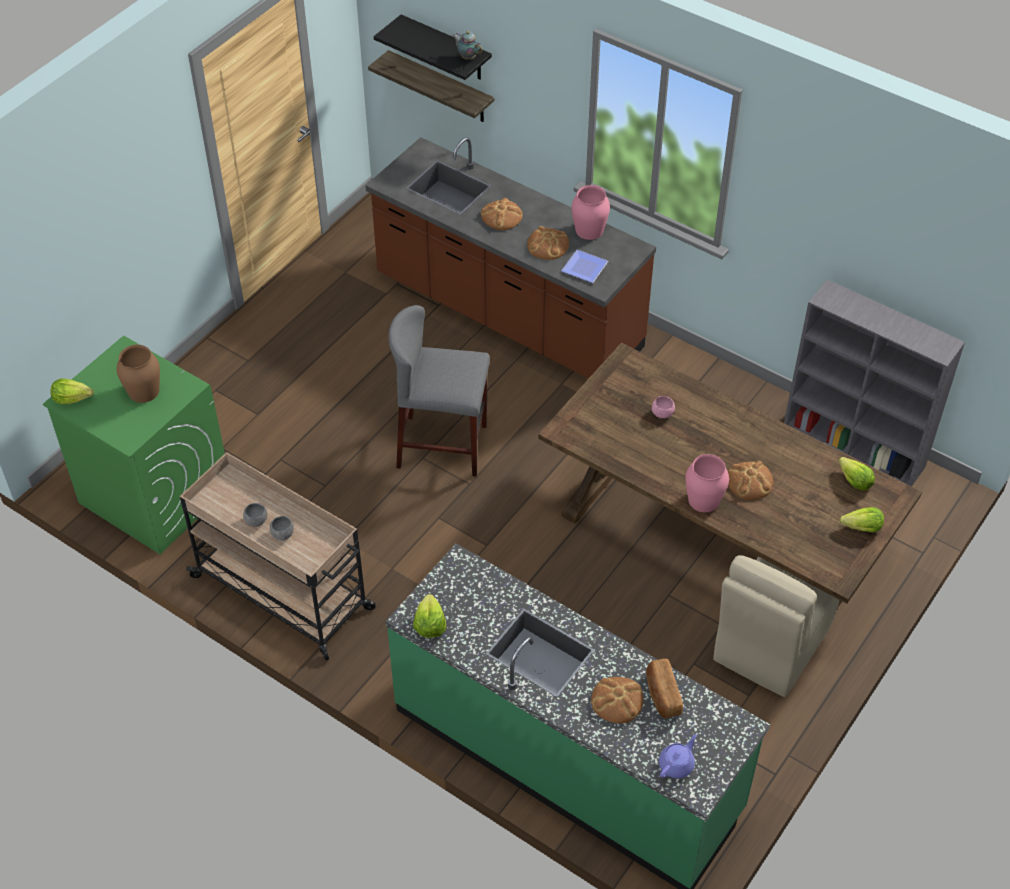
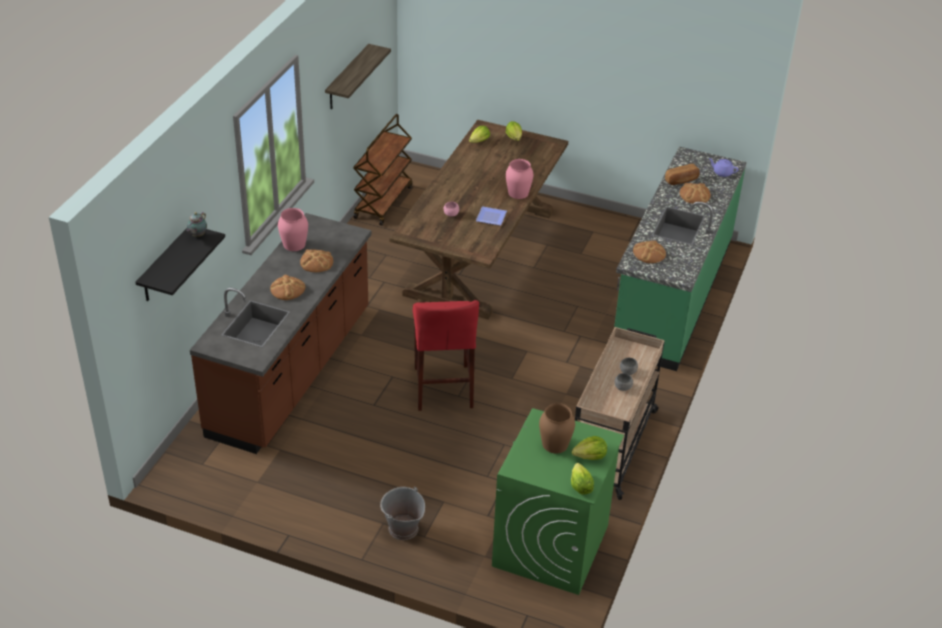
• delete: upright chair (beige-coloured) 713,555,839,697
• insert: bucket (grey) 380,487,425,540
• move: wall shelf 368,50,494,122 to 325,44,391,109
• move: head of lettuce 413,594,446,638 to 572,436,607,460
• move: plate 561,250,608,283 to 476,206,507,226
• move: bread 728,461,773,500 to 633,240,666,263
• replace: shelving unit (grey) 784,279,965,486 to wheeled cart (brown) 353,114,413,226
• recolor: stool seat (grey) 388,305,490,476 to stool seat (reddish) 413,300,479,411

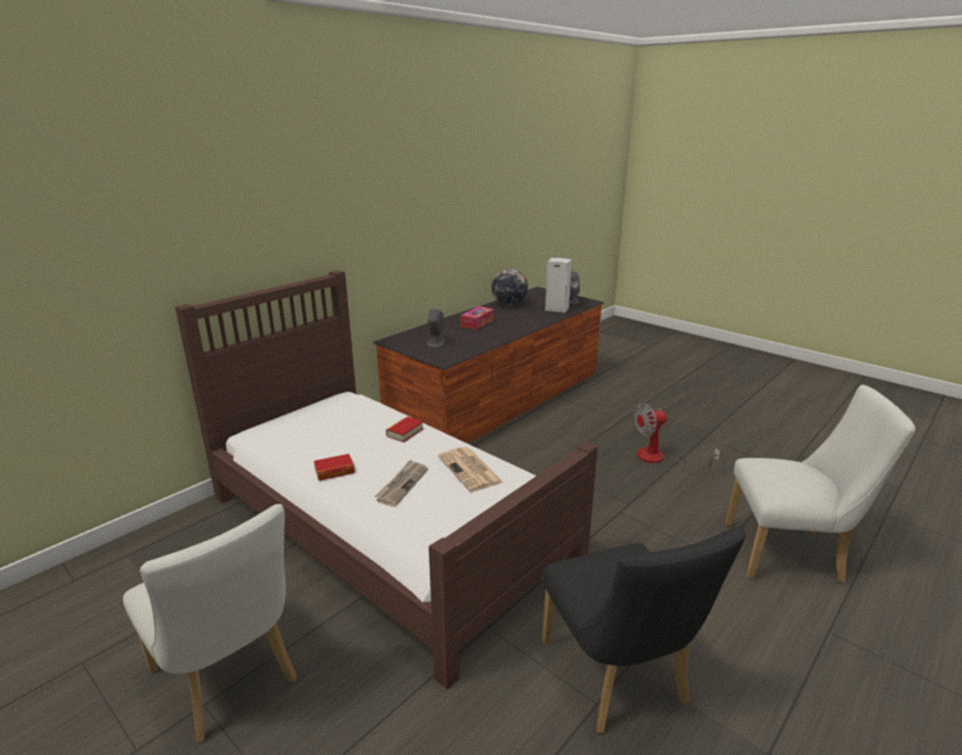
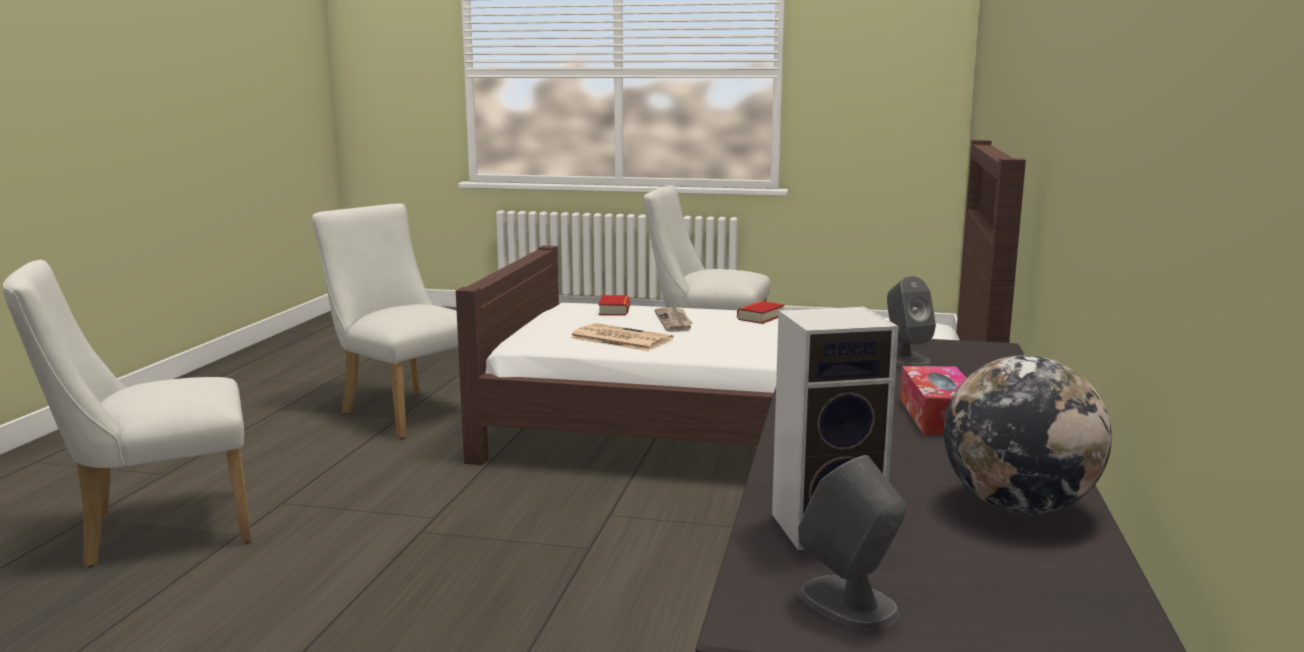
• delete: cooling fan 634,403,720,475
• move: book 386,417,424,442 to 598,295,630,316
• recolor: upright chair (black-coloured) 542,527,746,733 to upright chair (white) 312,204,458,439

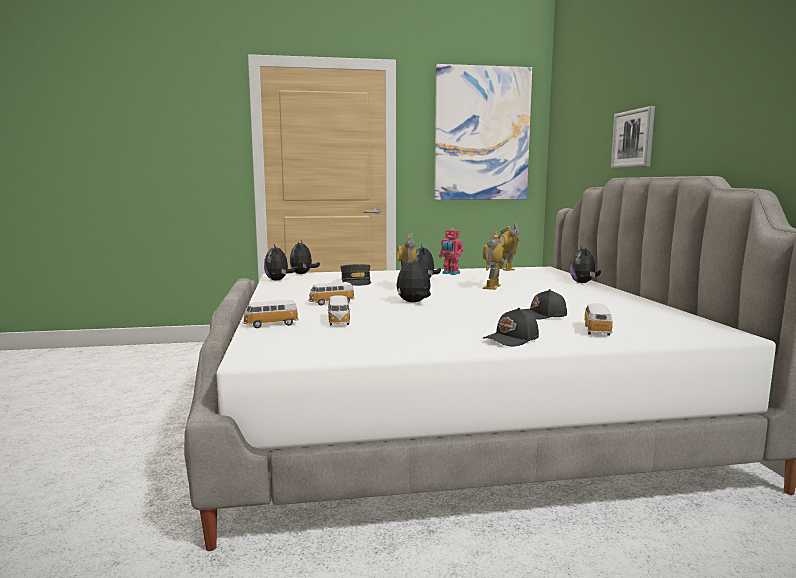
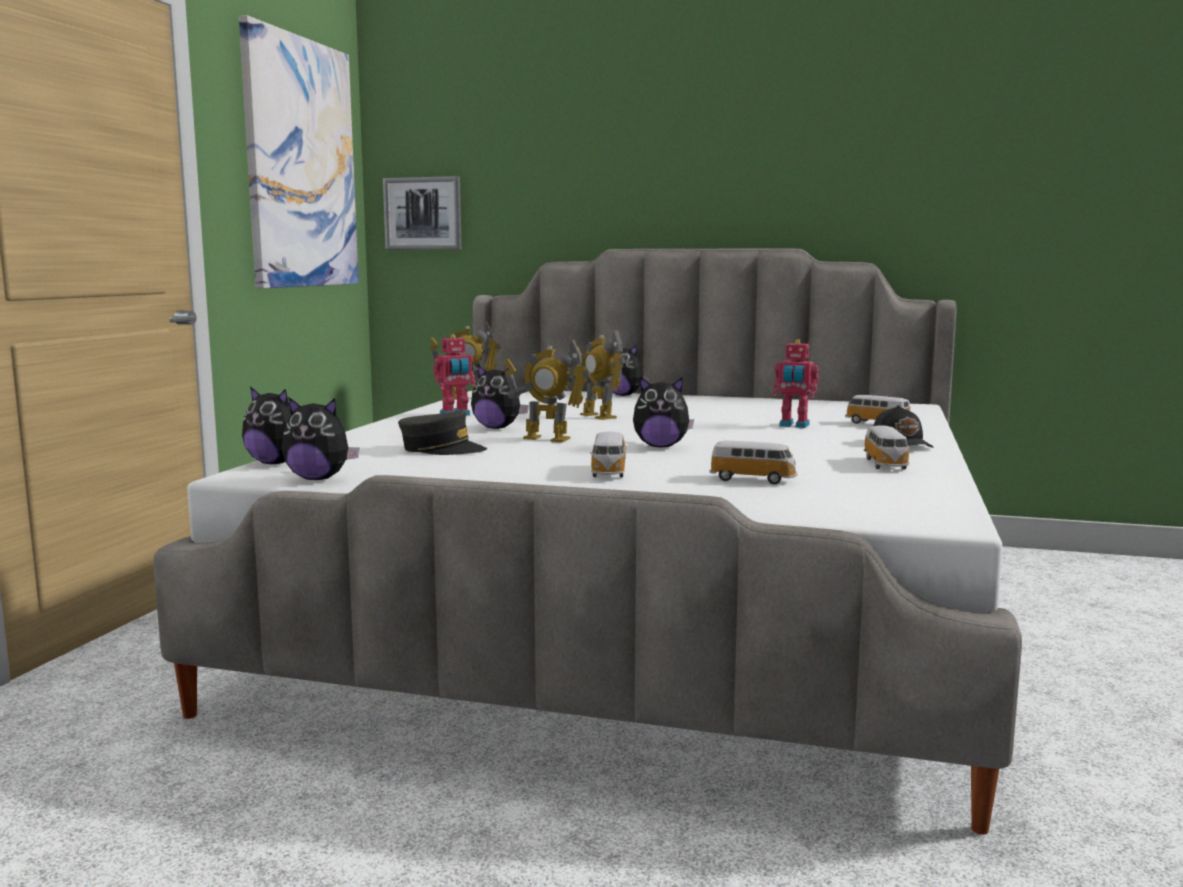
• move: model car 243,300,299,328 to 864,425,912,469
• move: wall picture 611,106,655,168 to 383,176,462,250
• replace: peaked cap (black-coloured) 521,289,567,320 to toy robot 773,339,819,428
• rotate: plush toy 396,259,431,302 = 633,376,694,448 90 degrees counterclockwise

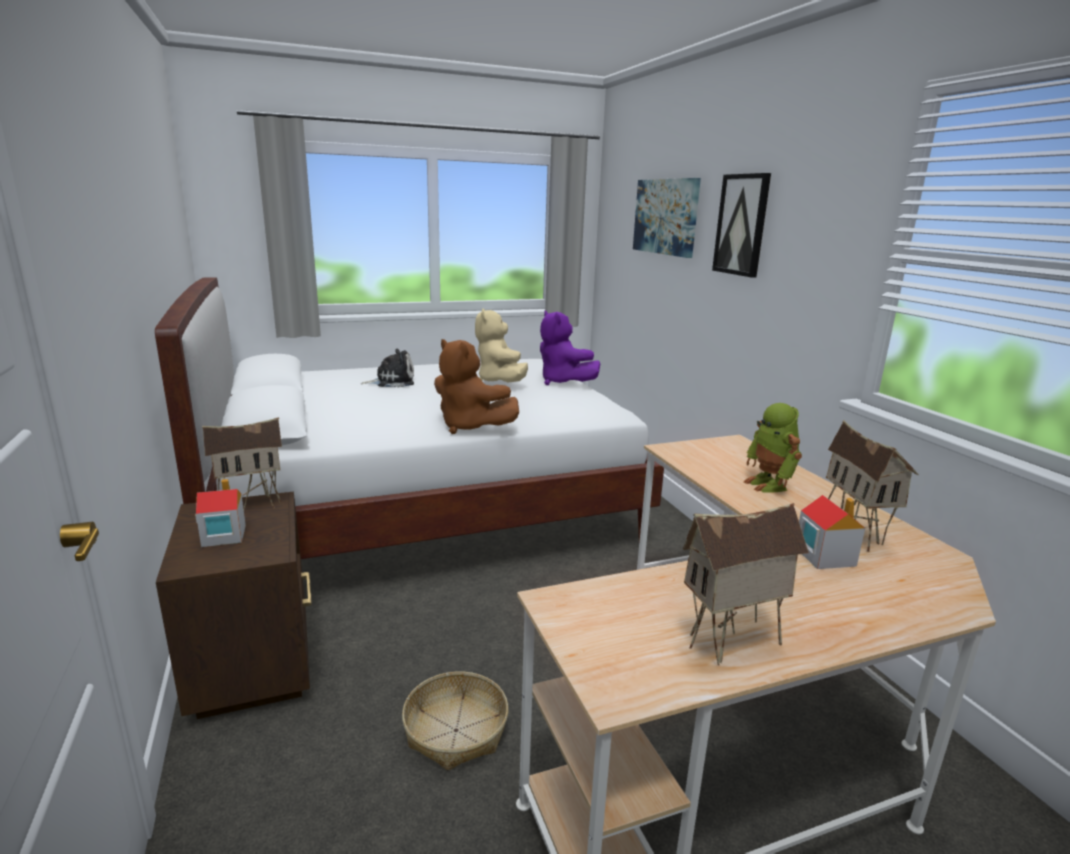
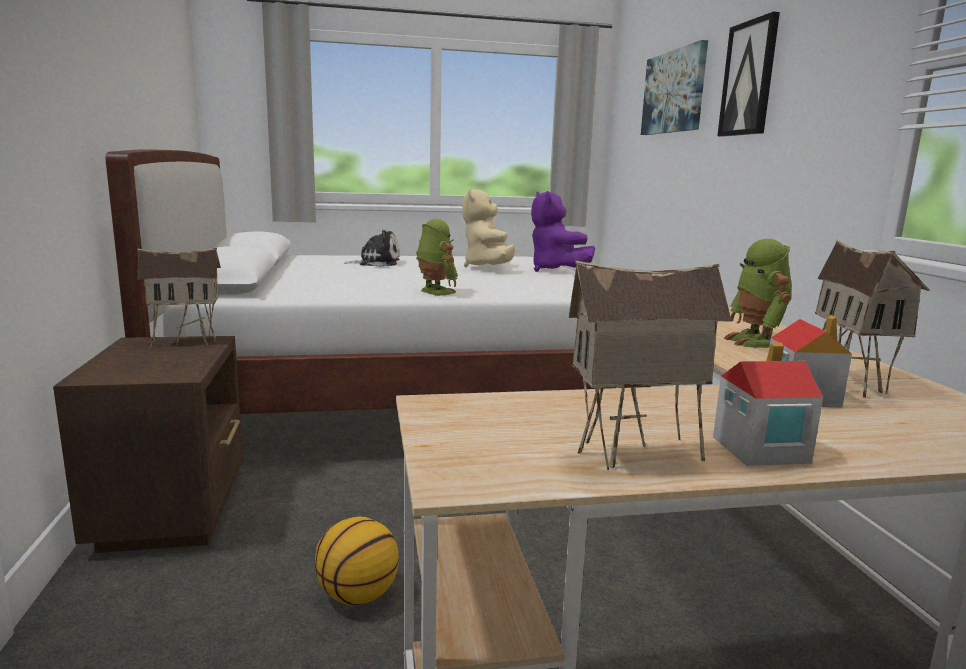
• move: model house 195,479,246,547 to 713,343,823,466
• replace: household basket 402,672,508,771 to basketball 315,517,399,605
• replace: plush toy (brown) 434,339,519,434 to toy robot 416,219,458,296

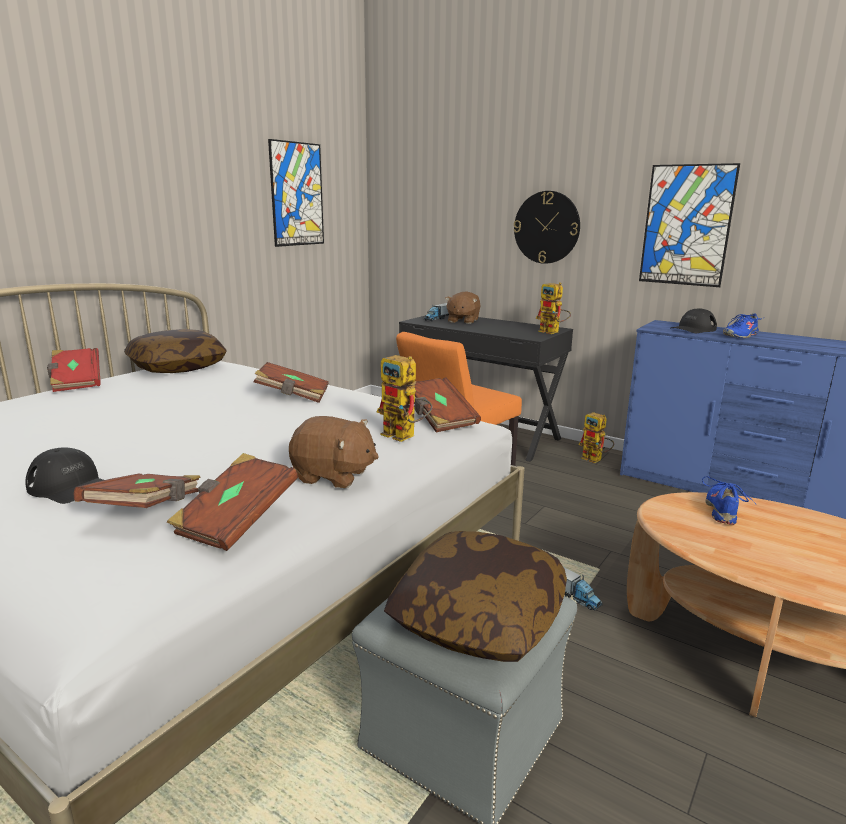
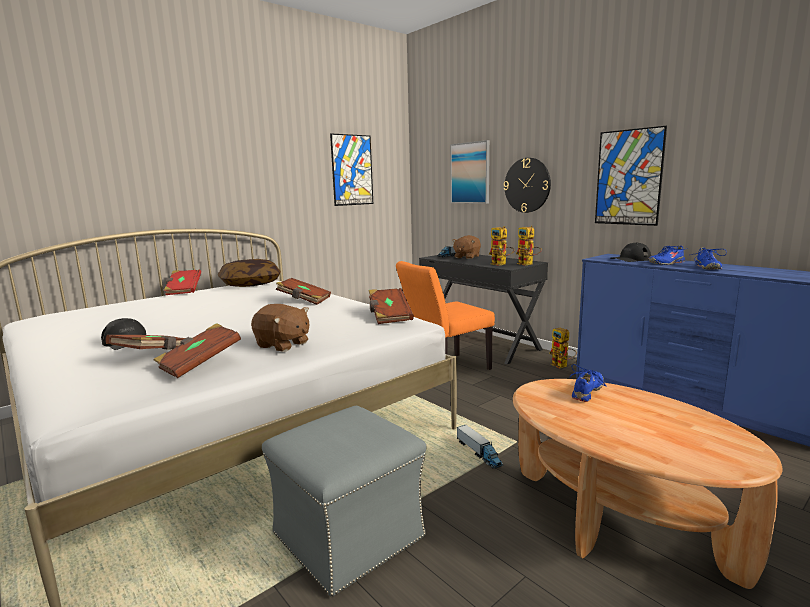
• delete: pillow 384,531,567,662
• insert: wall picture 450,140,490,204
• insert: item of footwear (blue) 691,247,727,270
• move: toy robot 376,355,433,442 to 489,226,515,266

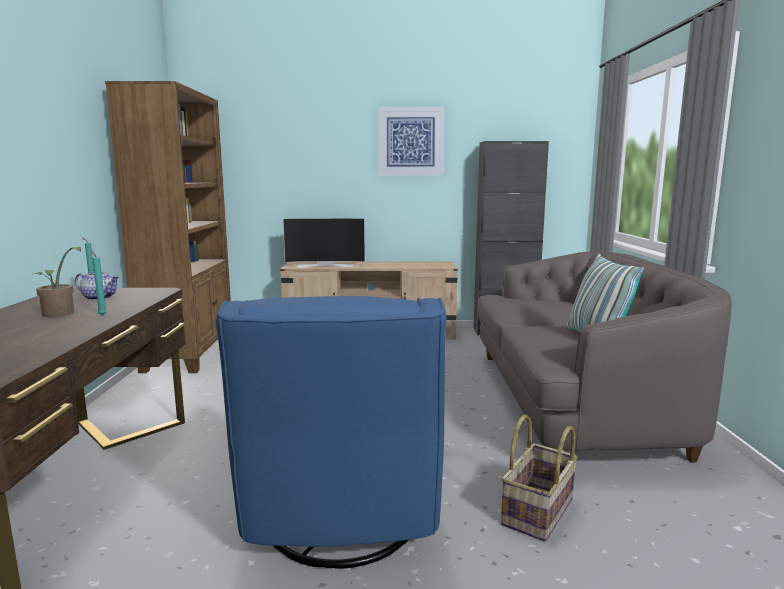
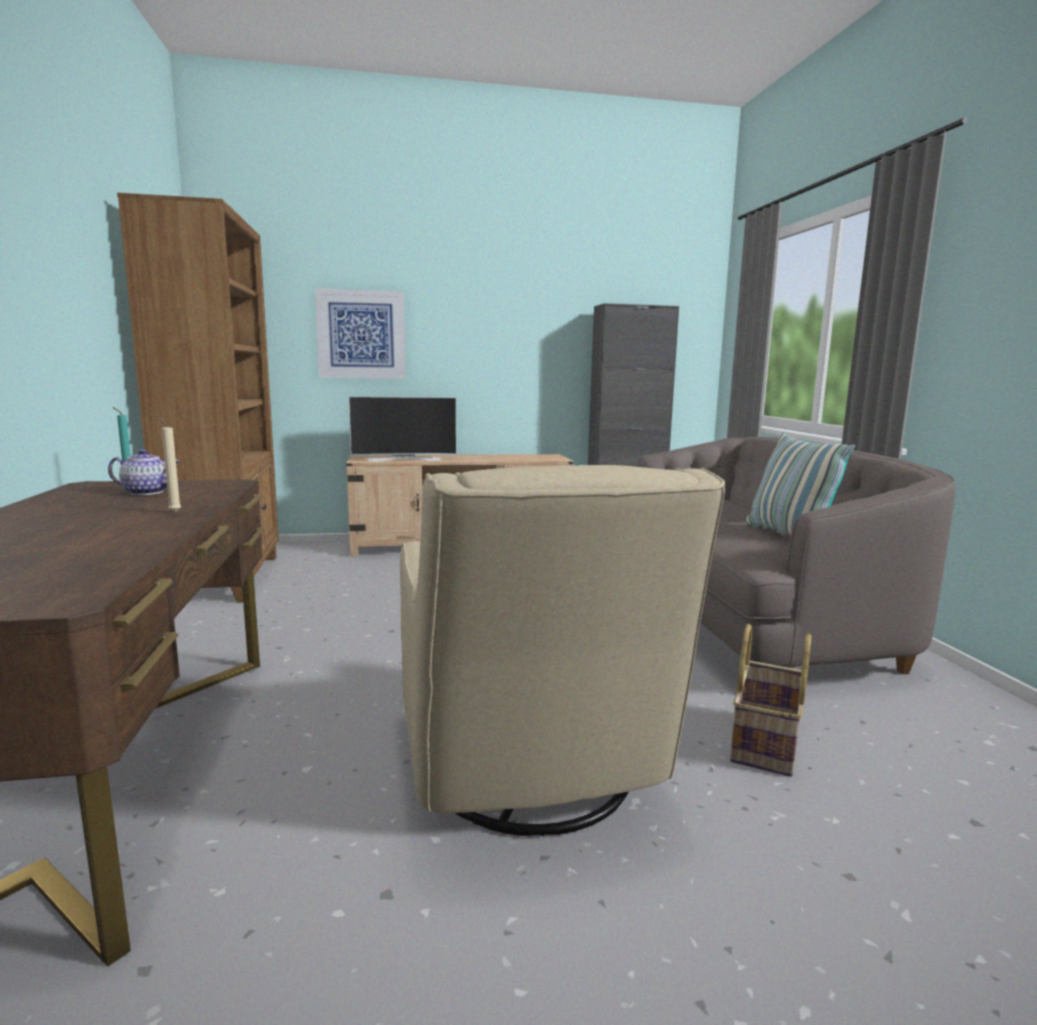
• delete: houseplant 32,247,81,317
• move: wall picture 378,107,444,175 to 315,288,405,379
• recolor: candle (blue-green) 92,250,107,315 to candle (beige-coloured) 160,418,181,512
• recolor: easy chair (blue) 216,296,446,569 to easy chair (beige-coloured) 400,465,725,836

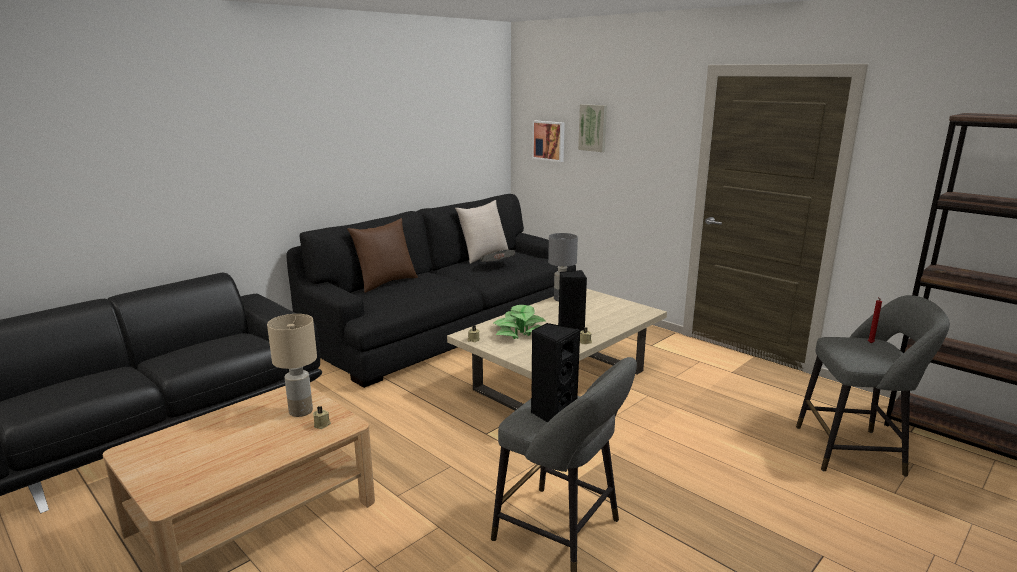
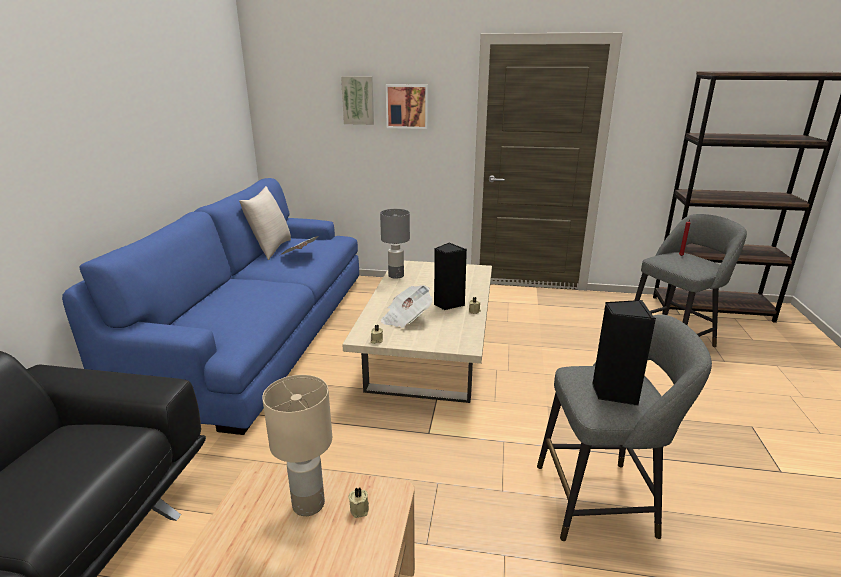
• delete: pillow (brown) 347,218,418,293
• move: wall picture 532,120,565,162 to 386,84,428,129
• replace: houseplant 493,305,546,339 to newspaper 381,285,433,328
• recolor: settee (black-coloured) 287,194,576,388 to settee (blue) 62,178,359,435

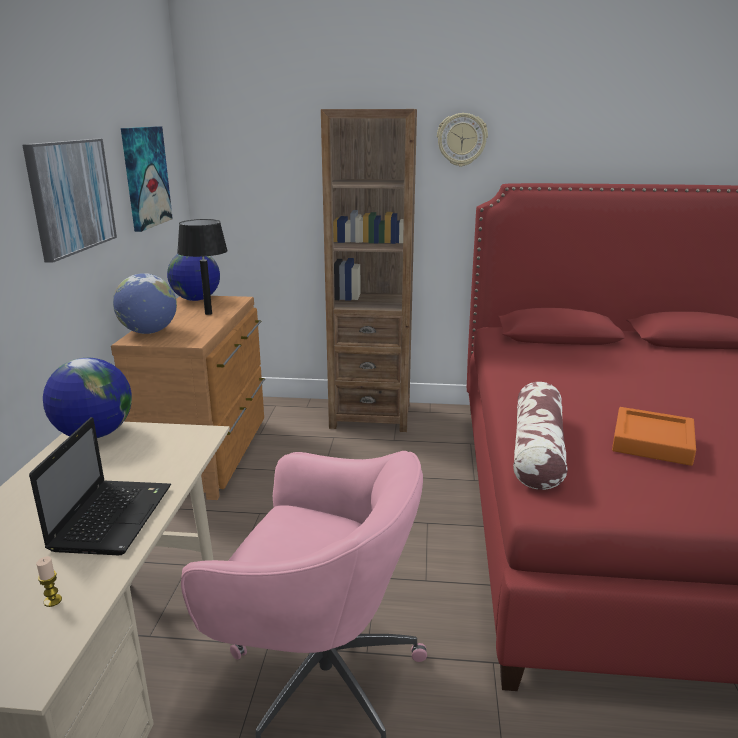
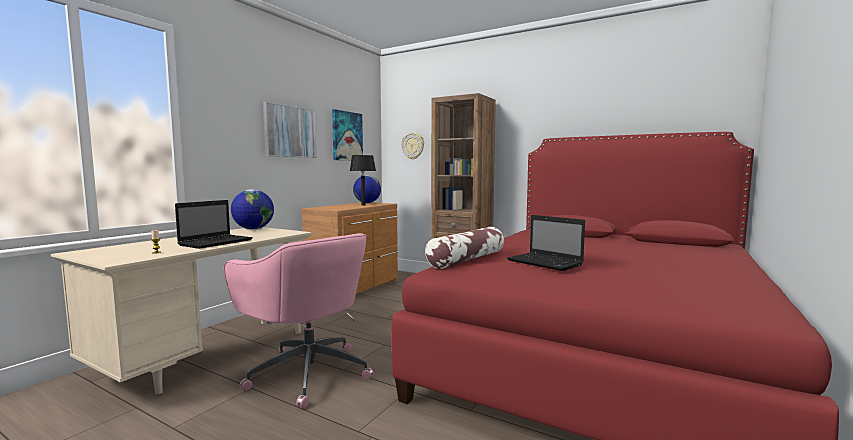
• delete: world globe 113,273,177,334
• move: wall clock 437,113,488,167 to 401,133,424,159
• replace: tray (orangey) 612,407,696,466 to notebook computer 507,215,585,271

